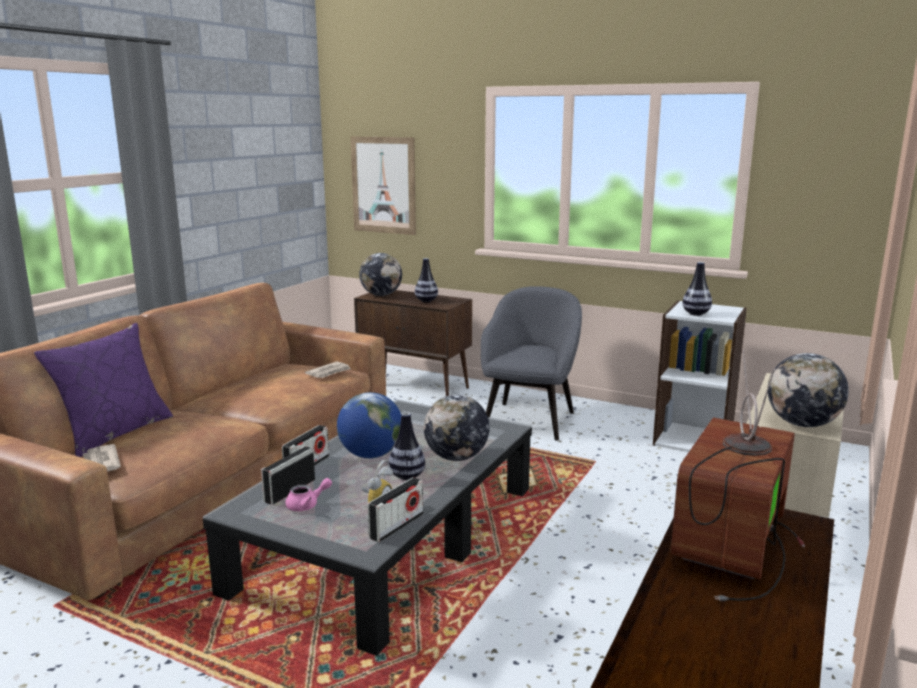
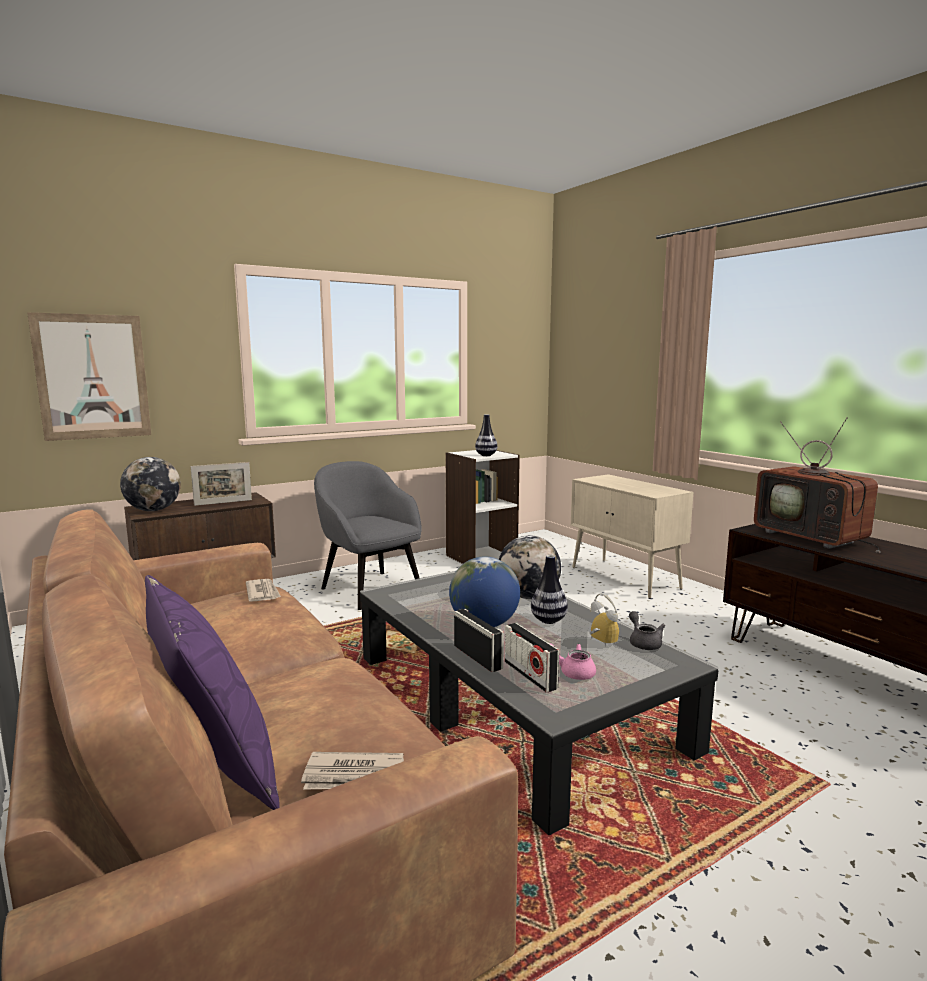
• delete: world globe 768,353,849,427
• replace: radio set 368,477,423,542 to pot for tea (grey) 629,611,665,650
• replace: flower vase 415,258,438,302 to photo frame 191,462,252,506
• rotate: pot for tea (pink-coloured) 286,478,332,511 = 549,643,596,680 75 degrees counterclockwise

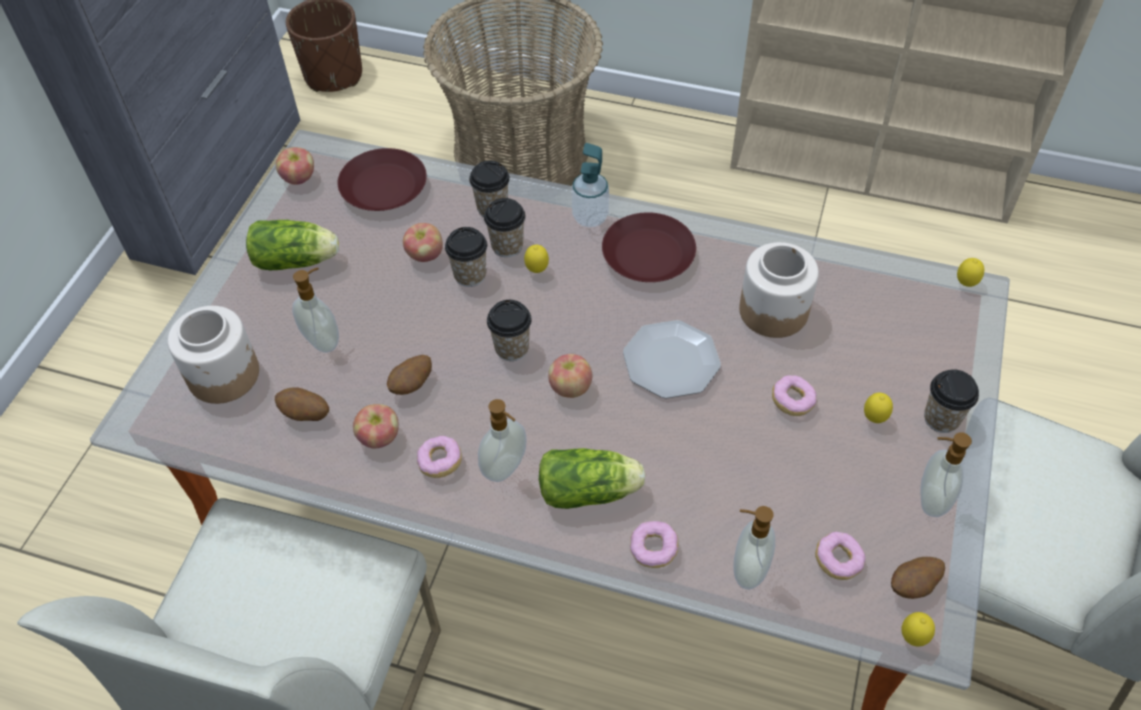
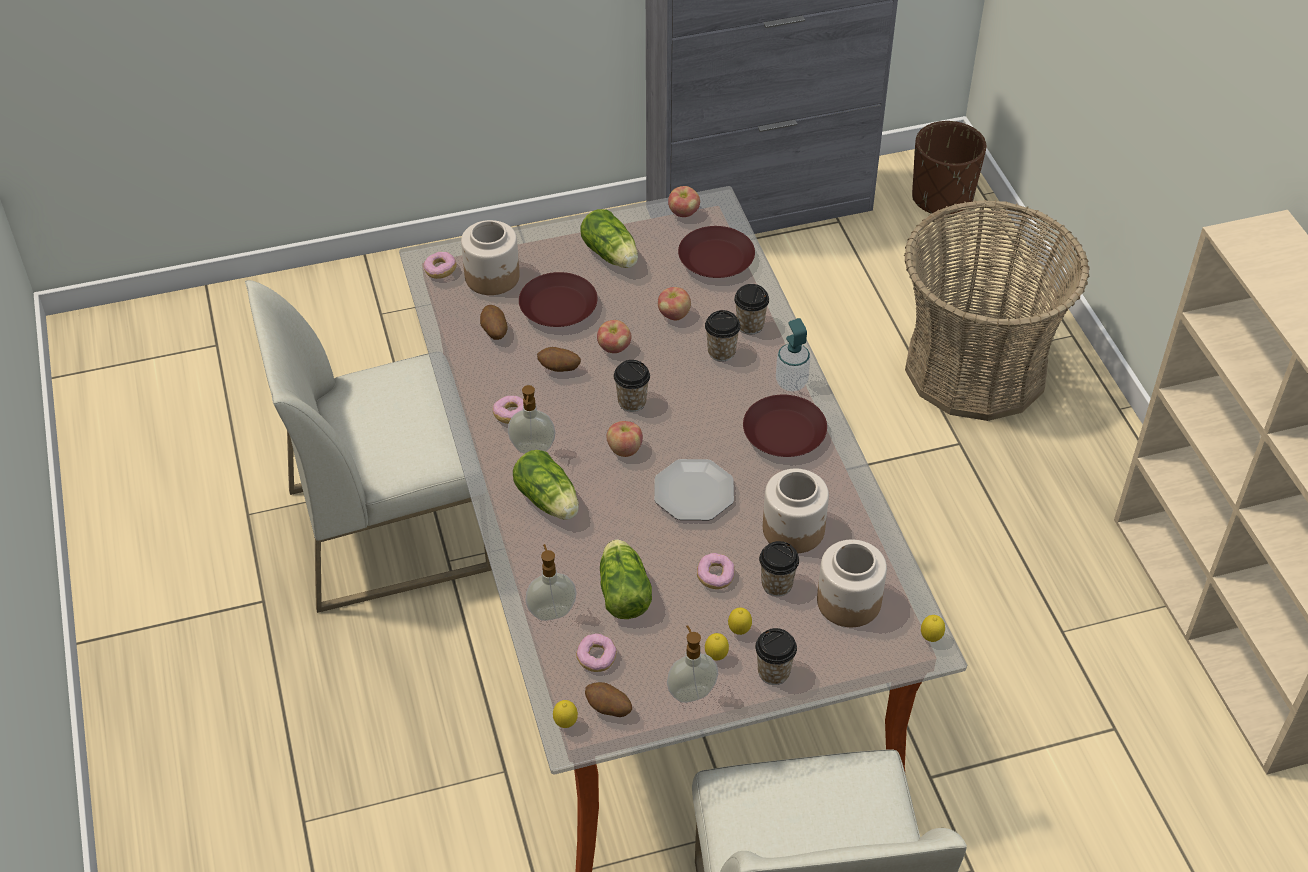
• insert: head of lettuce 600,539,652,619
• insert: preserve jar 817,540,887,627
• move: apple 353,404,399,448 to 597,320,631,353
• move: drinking cup 445,227,487,287 to 759,541,799,597
• move: lemon 524,245,549,273 to 705,633,729,660
• move: doughnut 630,521,678,568 to 424,252,457,279
• replace: soap bottle 292,267,339,353 to plate (brown) 519,272,598,327

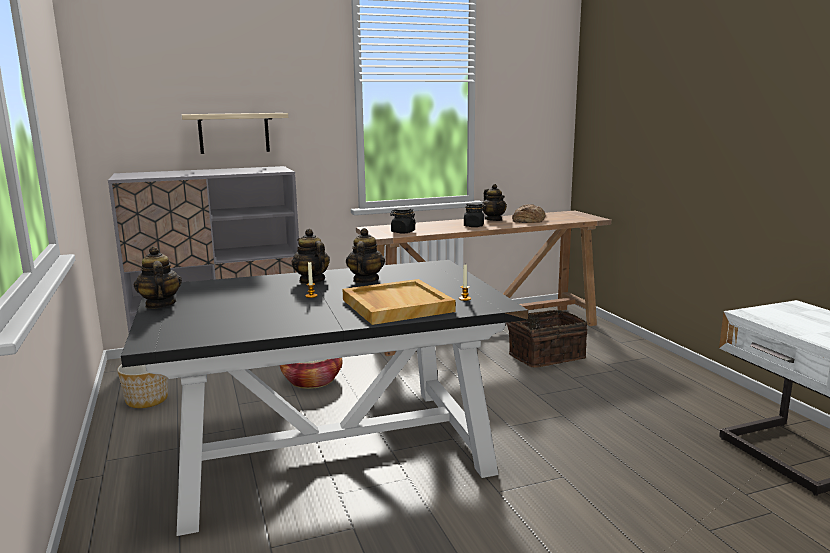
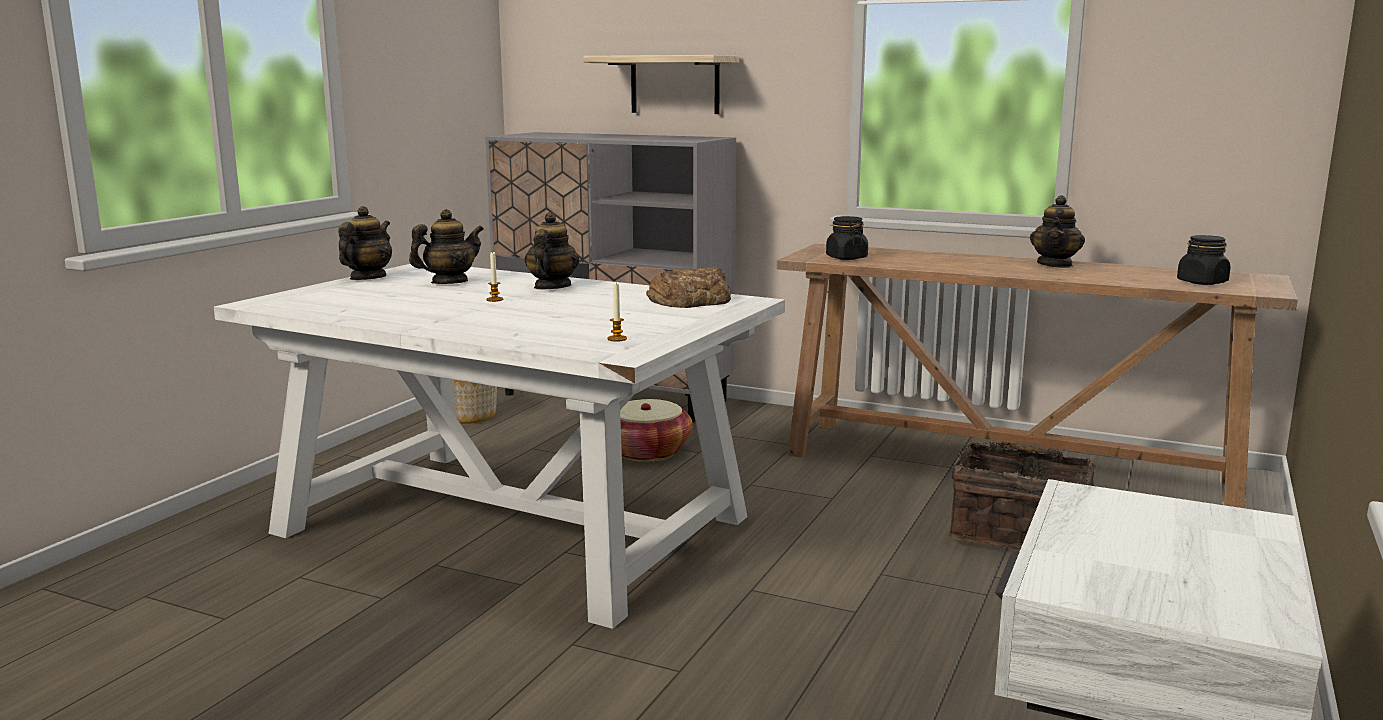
• delete: tray (beige-coloured) 342,279,455,325
• move: pot for tea 346,228,385,283 to 409,209,484,284
• move: preserve jar (black-coloured) 464,203,484,227 to 1177,235,1231,285
• move: bread 512,204,546,223 to 646,267,731,308
• recolor: dinner table (black-coloured) 121,260,528,536 to dinner table (white) 214,262,785,629

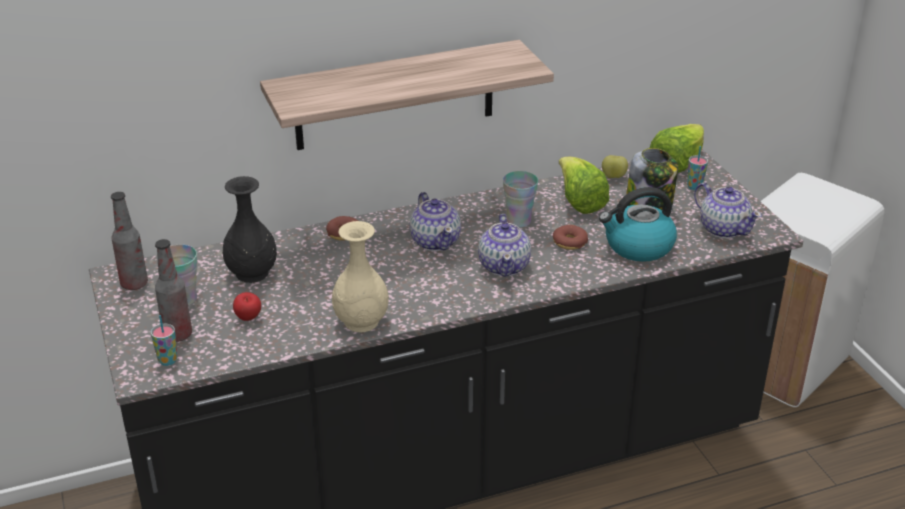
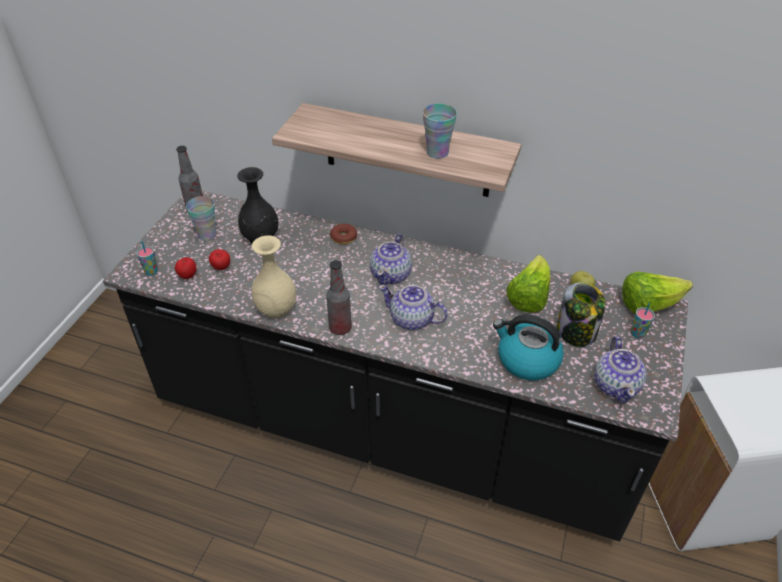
• delete: doughnut 553,225,588,250
• insert: apple 175,257,196,279
• move: drink bottle 155,239,192,342 to 326,260,352,335
• move: drinking cup 503,171,538,228 to 423,104,457,159
• rotate: pot for tea 478,214,531,277 = 378,285,448,330 75 degrees clockwise

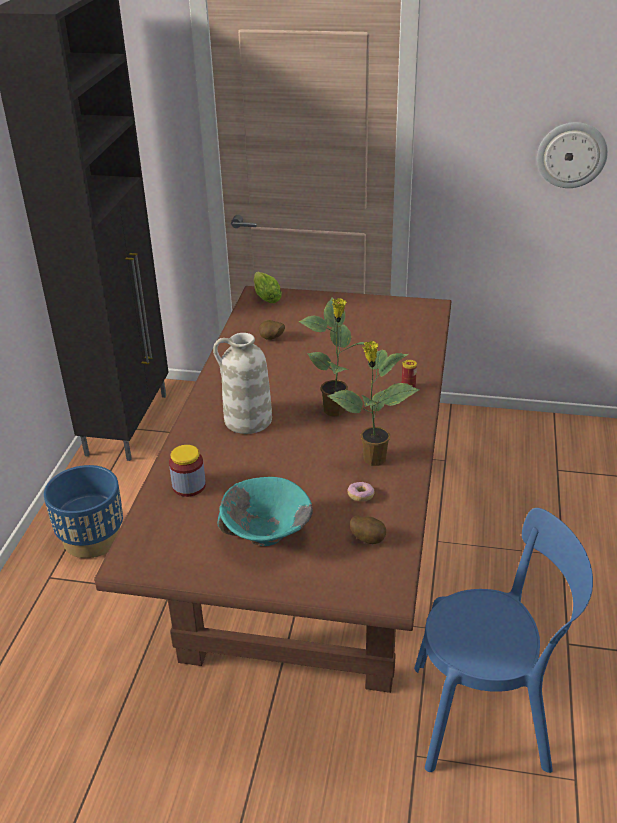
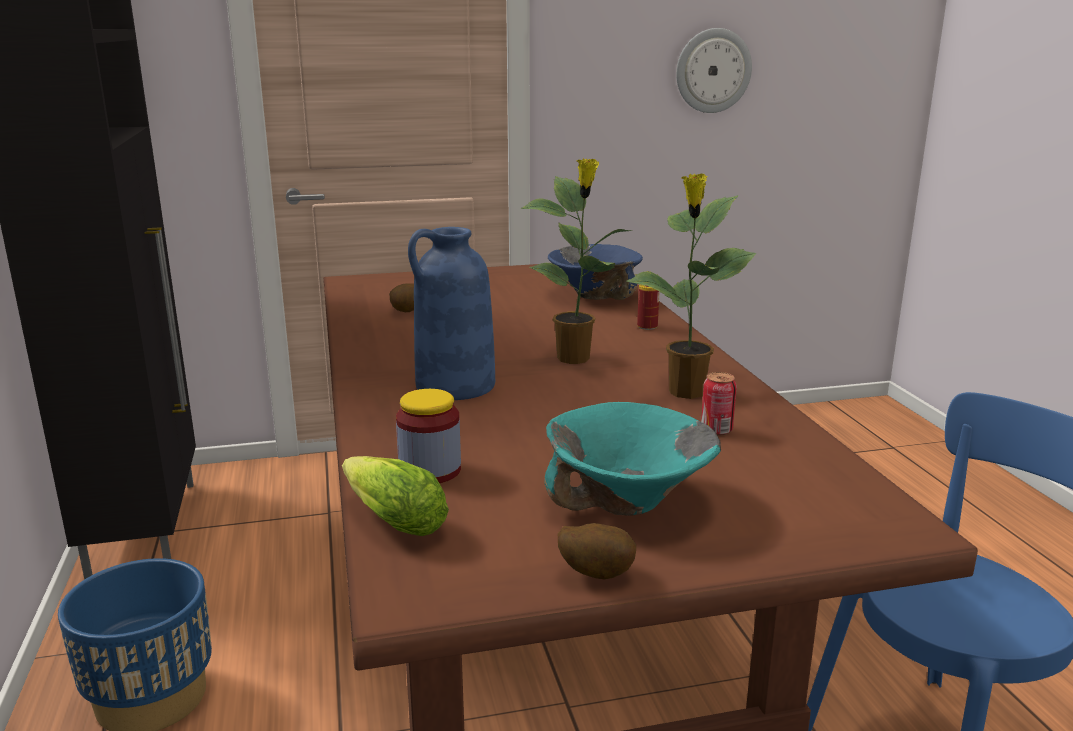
• insert: deep dish (blue) 548,244,643,300
• move: head of lettuce 253,272,282,303 to 342,456,449,536
• move: spud 350,515,386,544 to 557,523,636,579
• replace: doughnut 347,482,375,502 to metal can 701,372,737,436
• recolor: flower vase (white) 213,333,272,434 to flower vase (blue) 408,227,495,400

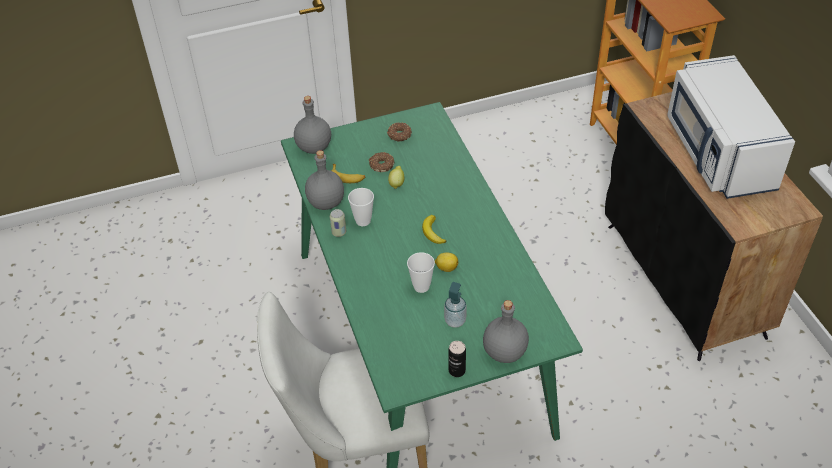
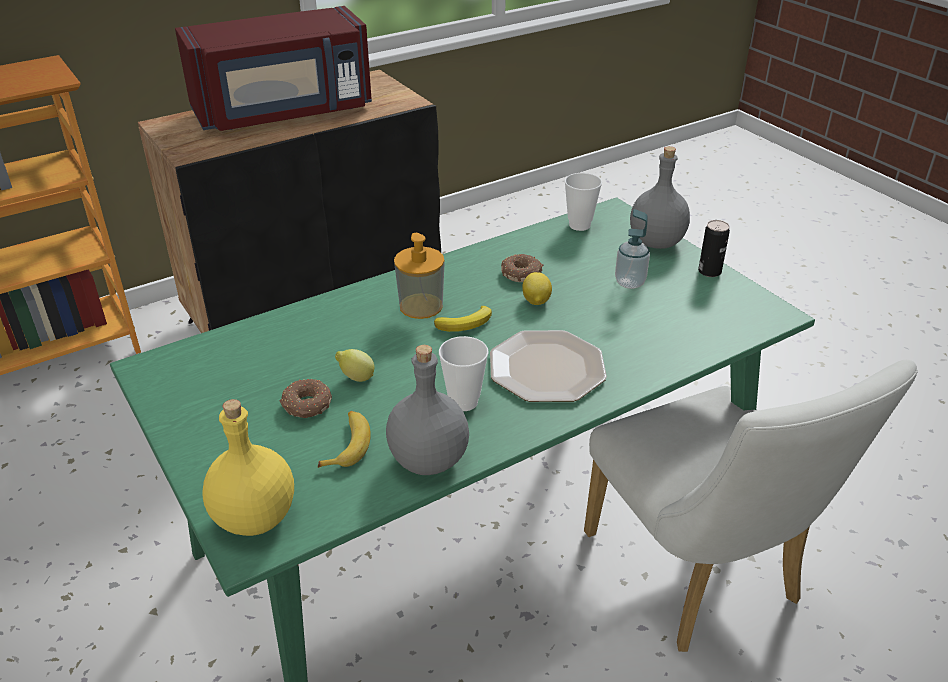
• delete: metal can 330,209,346,237
• insert: soap bottle 394,233,445,319
• insert: plate 490,330,607,402
• move: doughnut 387,123,412,142 to 501,254,543,282
• move: drinking cup 407,252,435,293 to 564,173,602,231
• recolor: drink bottle (grey) 294,96,331,154 to drink bottle (yellowish) 202,399,294,536
• recolor: microwave oven (white) 667,55,795,199 to microwave oven (reddish) 175,6,372,131

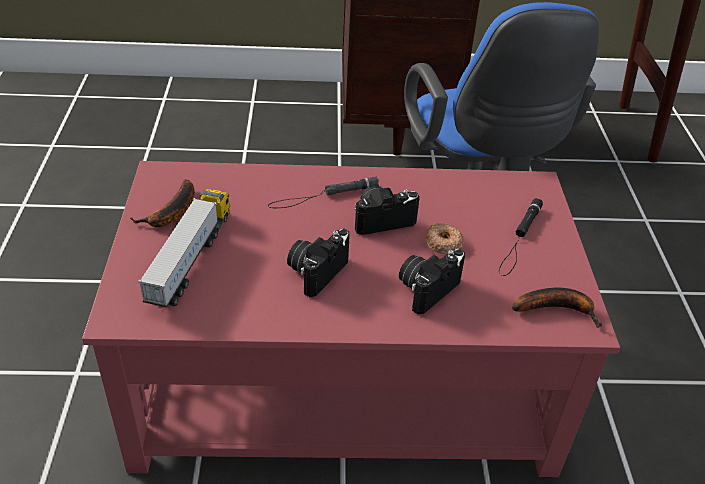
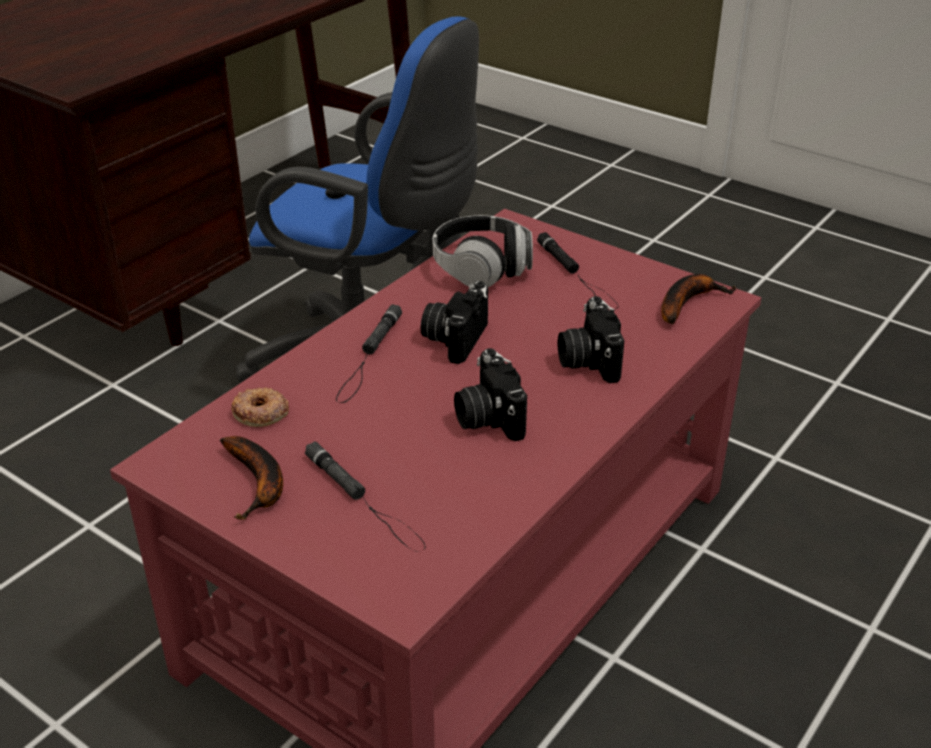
• insert: pair of headphones 433,215,533,287
• move: doughnut 426,222,464,254 to 231,387,289,427
• replace: model truck 138,189,230,307 to torch (black-coloured) 305,441,425,552

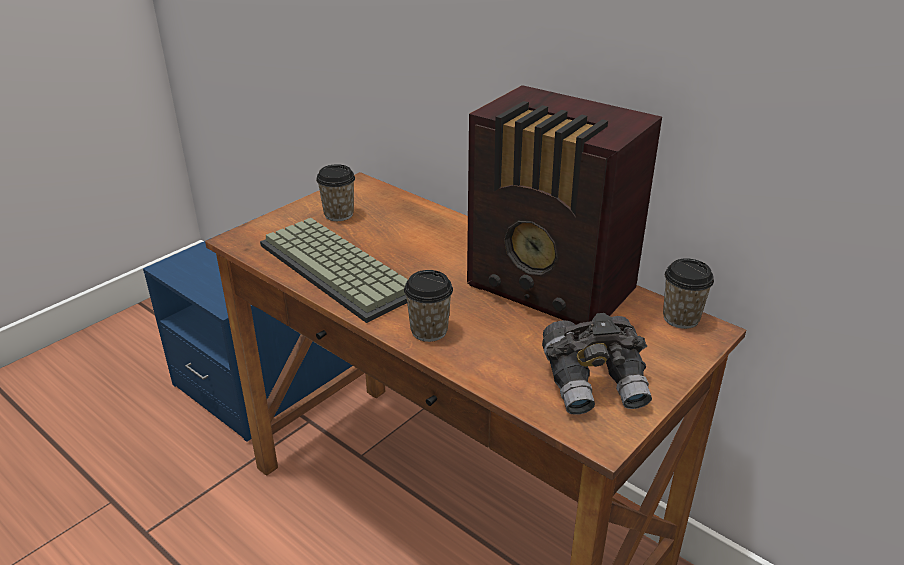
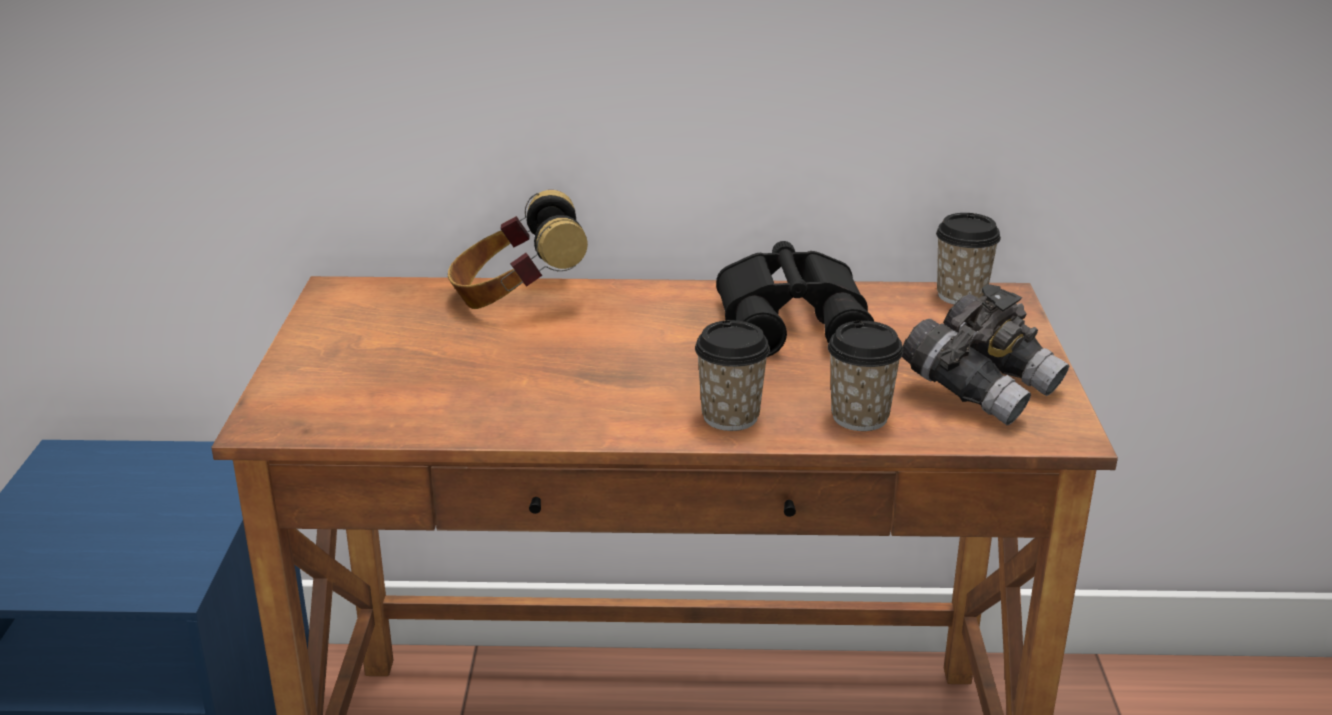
• delete: keyboard 260,218,408,323
• insert: pair of headphones 448,190,588,309
• move: drinking cup 316,164,355,221 to 828,321,903,431
• replace: radio set 467,85,662,325 to binoculars (black-coloured) 716,241,874,357

